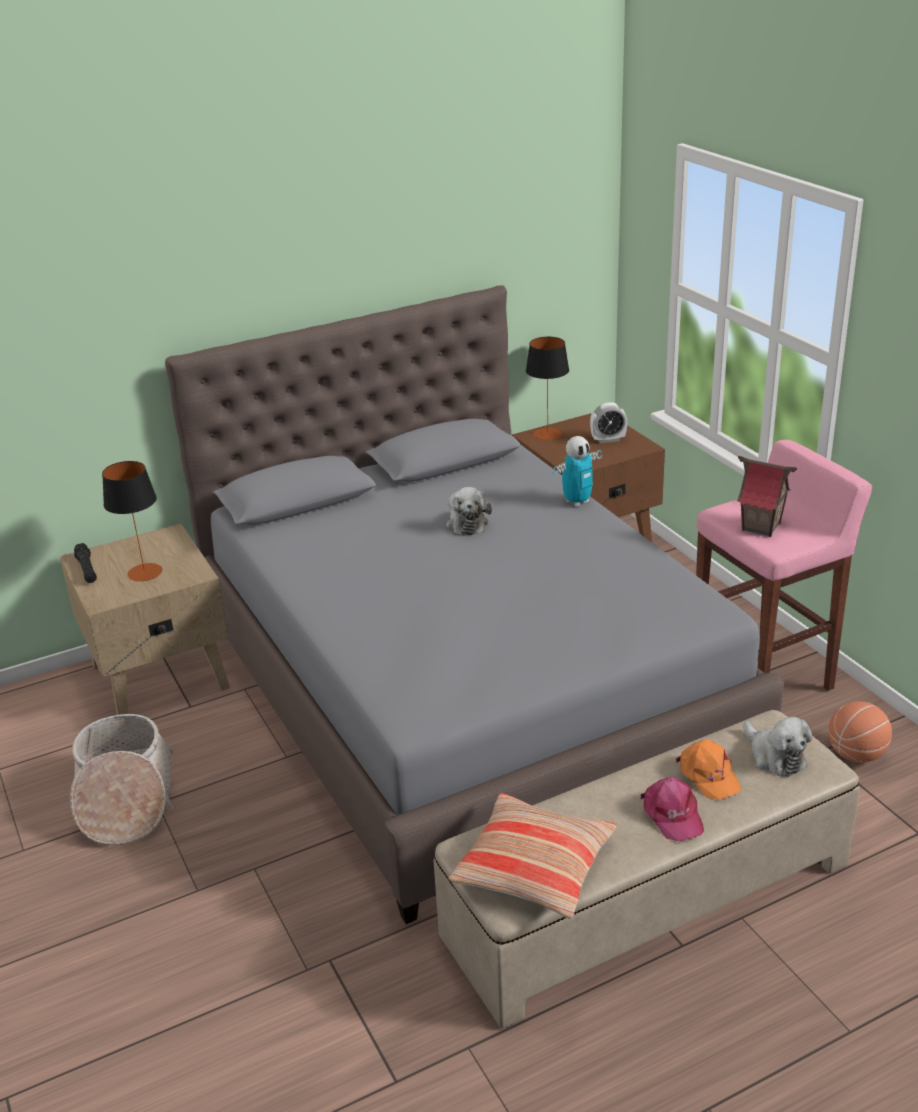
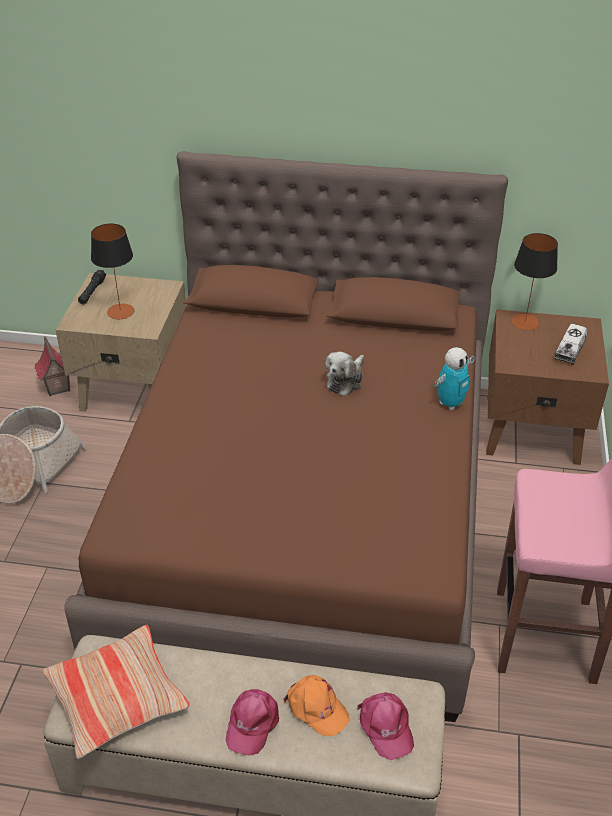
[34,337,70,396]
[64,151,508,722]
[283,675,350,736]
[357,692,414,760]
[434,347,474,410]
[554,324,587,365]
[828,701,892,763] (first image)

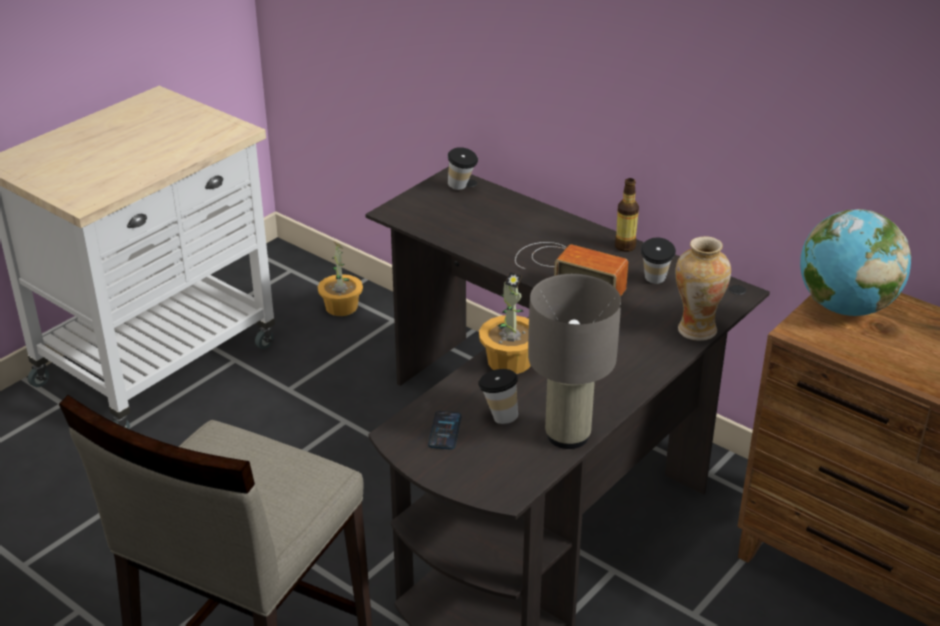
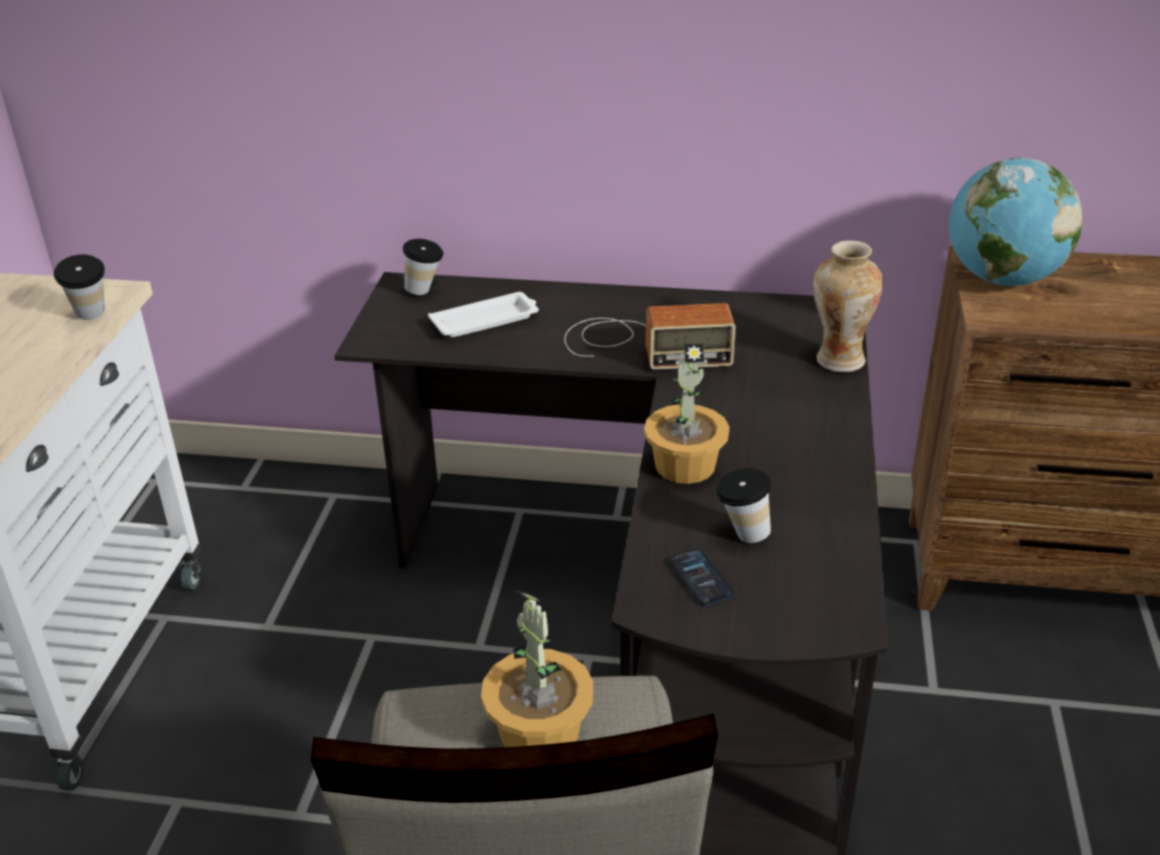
[54,254,105,320]
[428,292,539,337]
[481,591,593,747]
[528,274,621,449] (first image)
[615,178,639,252] (first image)

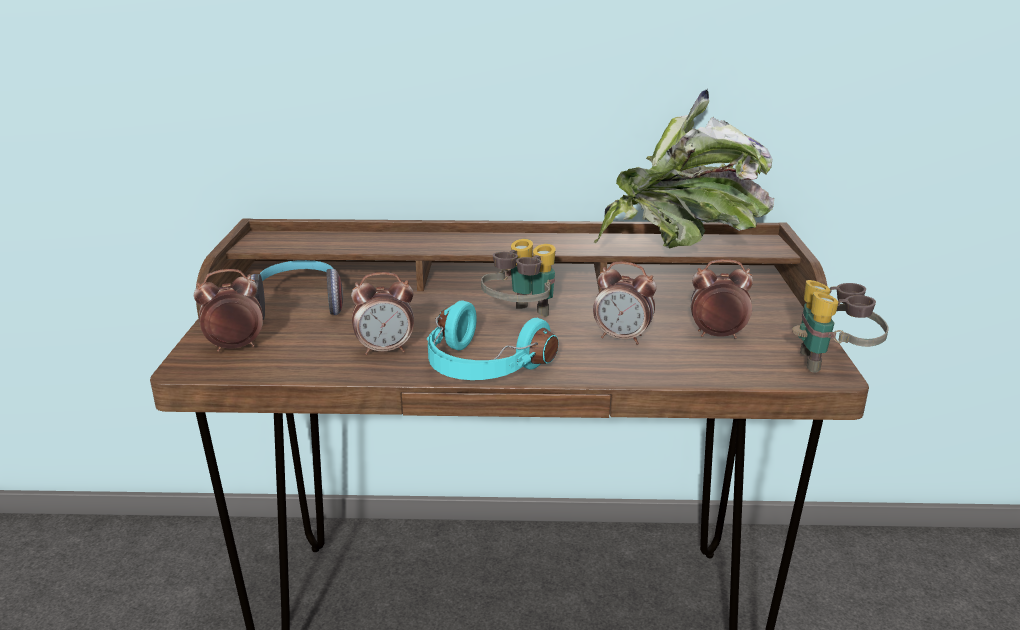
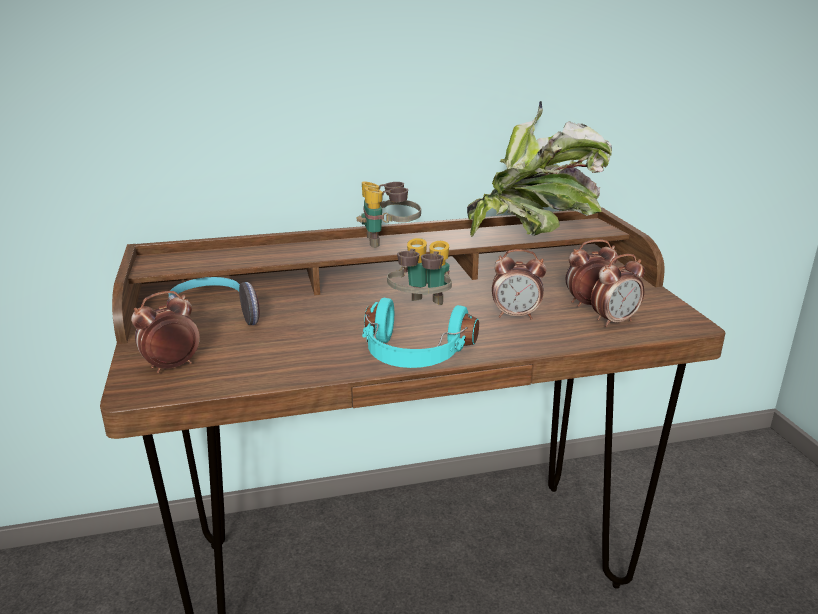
[357,181,421,248]
[591,254,645,327]

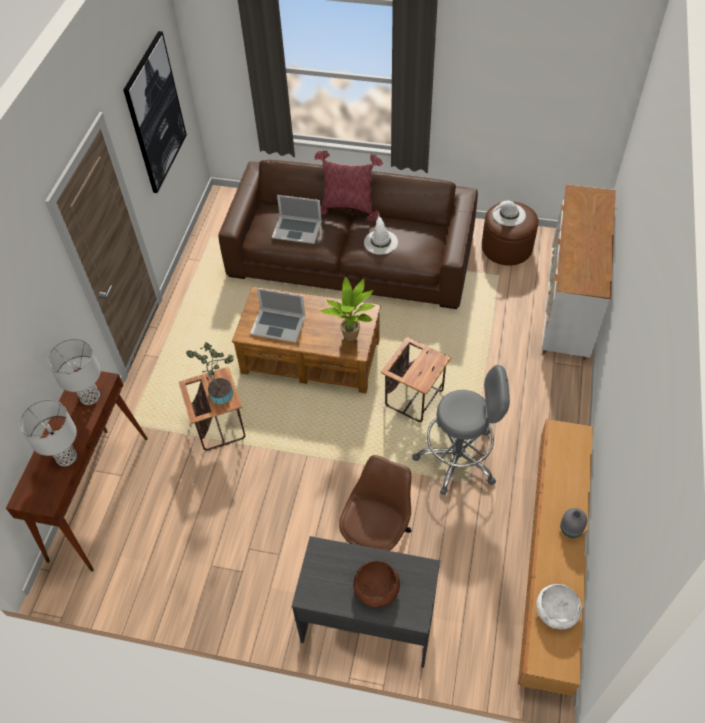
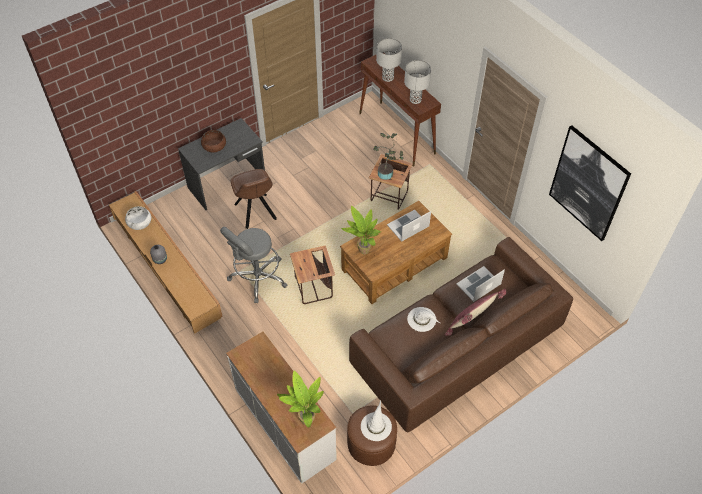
[277,371,324,428]

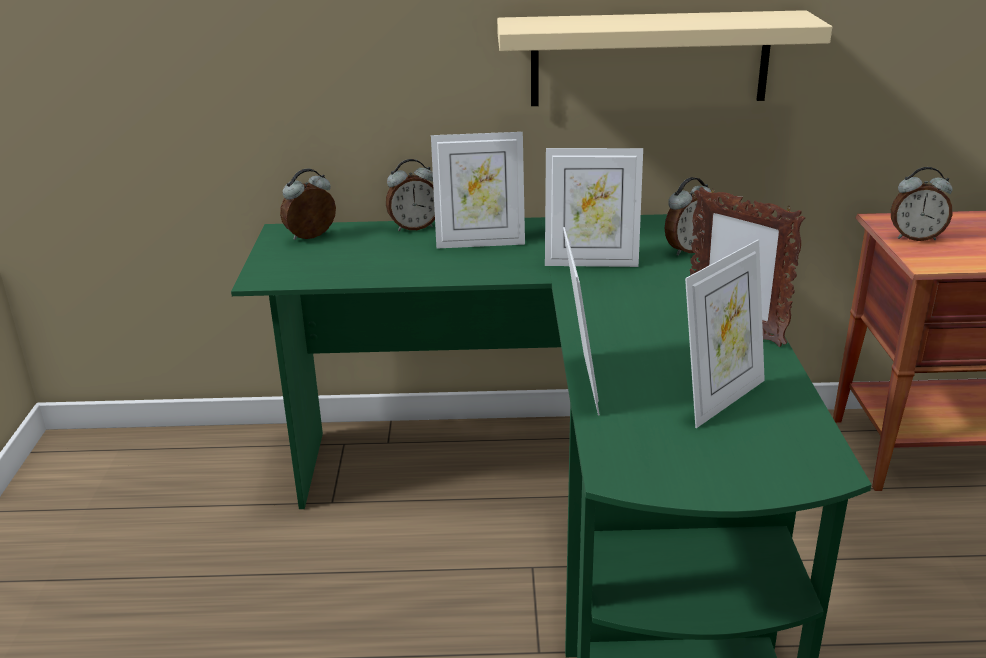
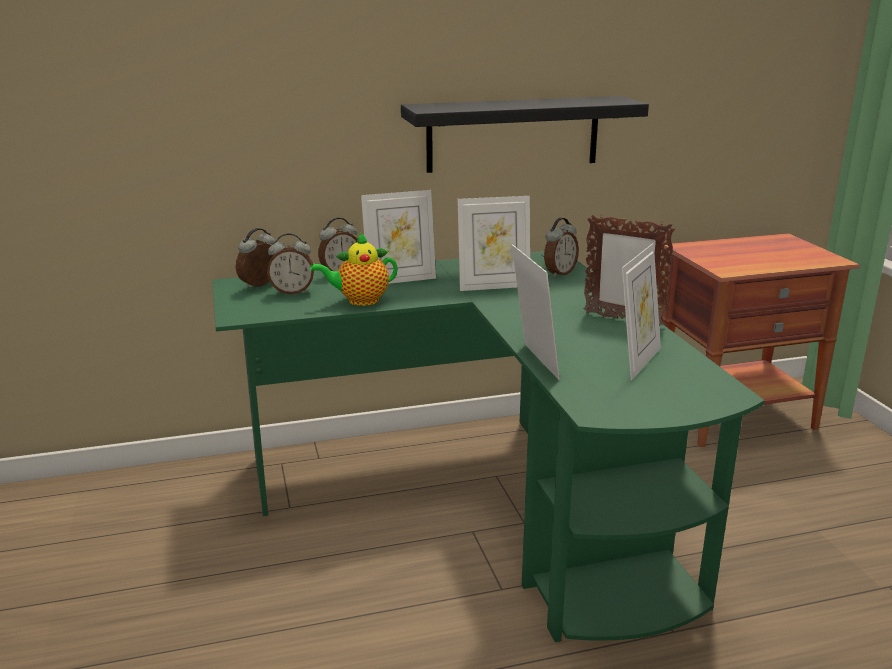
[267,233,314,294]
[310,232,398,306]
[401,96,649,173]

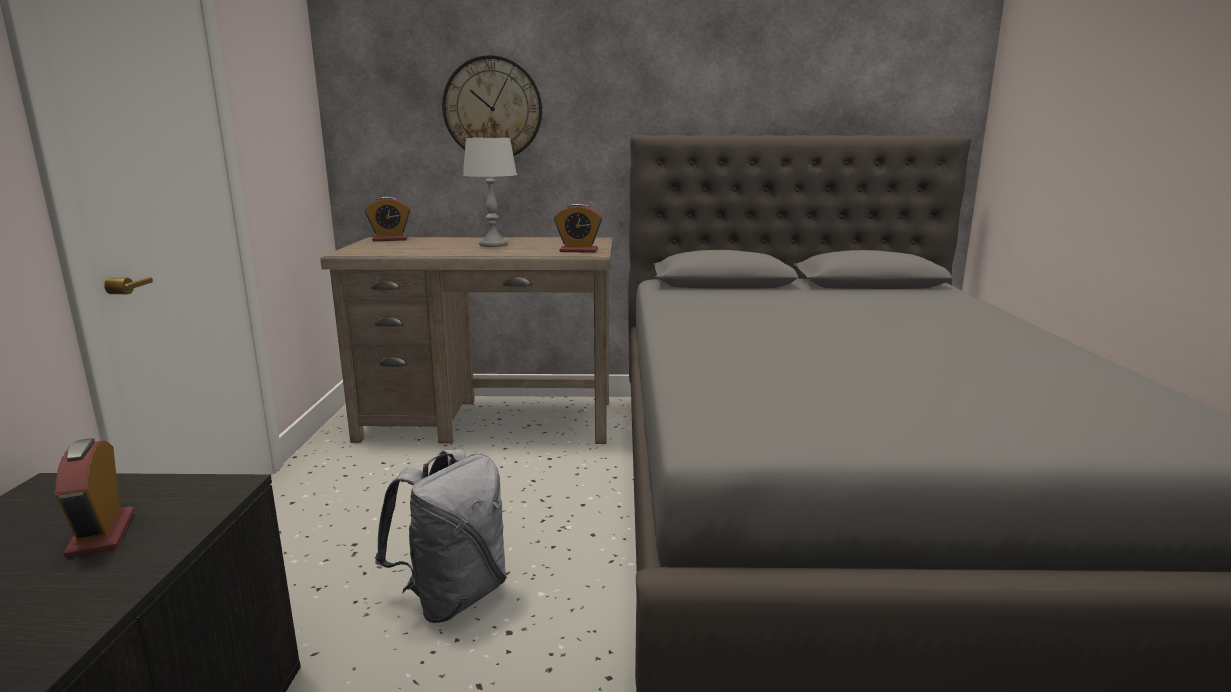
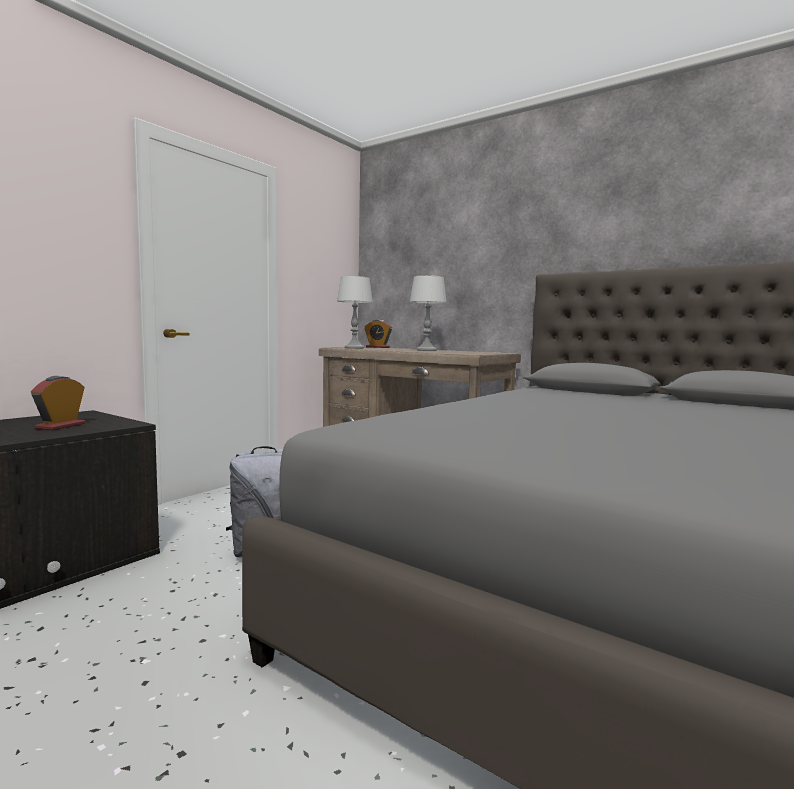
[337,276,373,349]
[442,55,542,156] (first image)
[554,203,603,253] (first image)

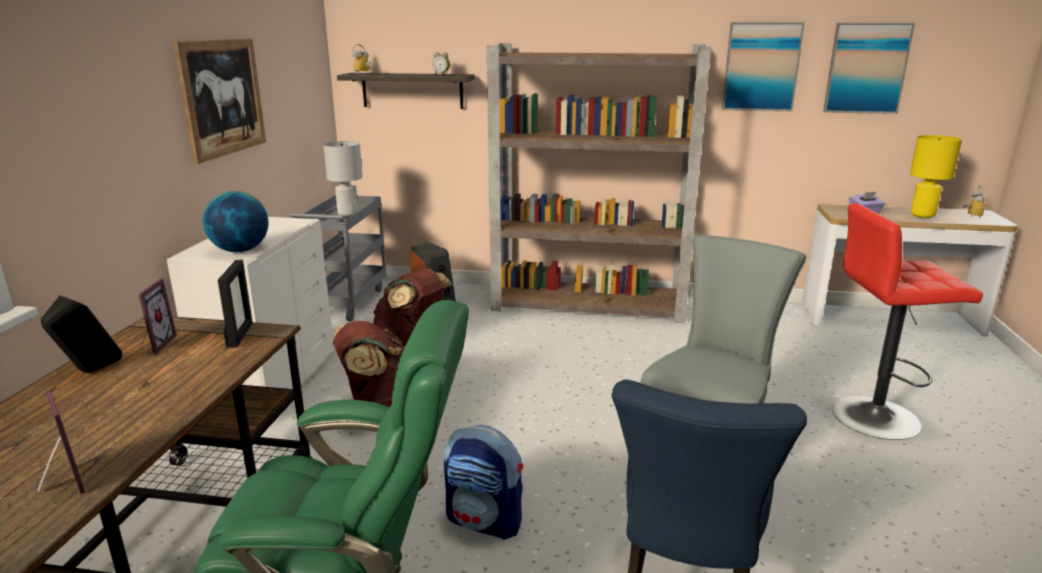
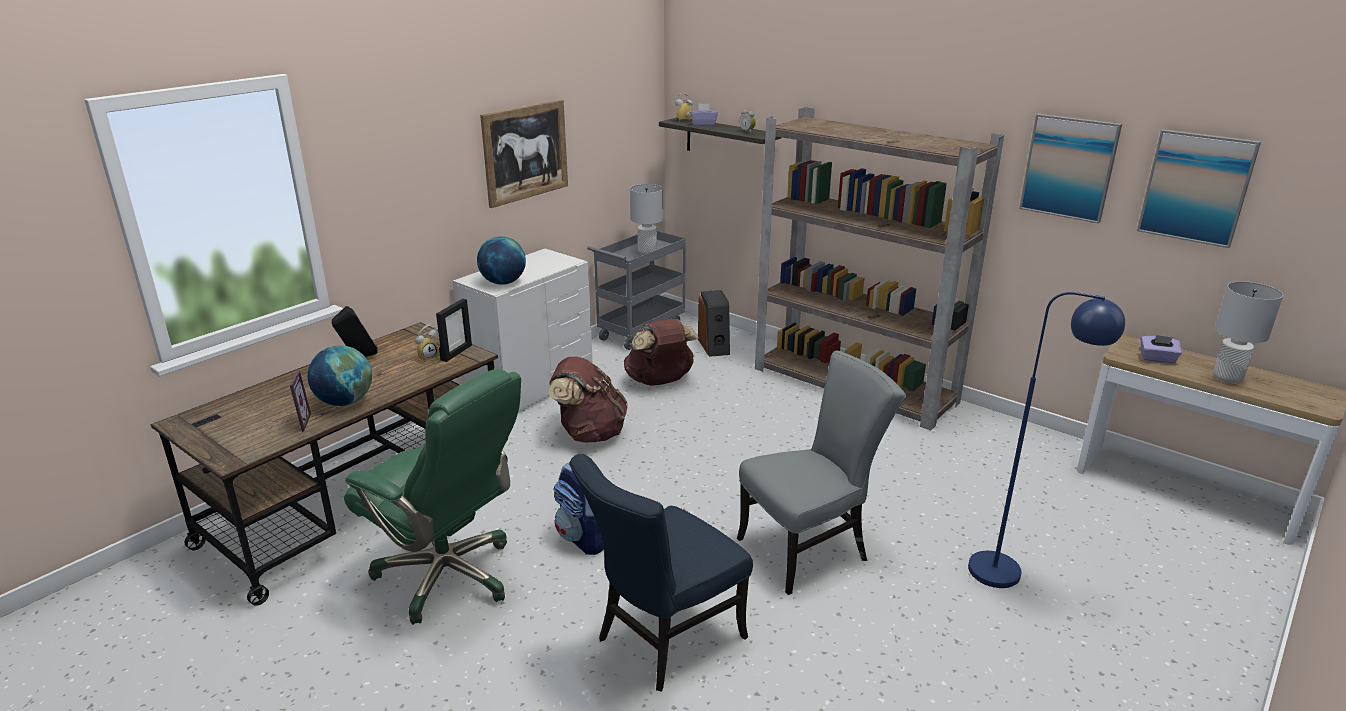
[307,345,372,406]
[415,325,439,362]
[691,103,718,126]
[968,292,1125,588]
[1213,281,1283,383]
[138,278,177,354] (first image)

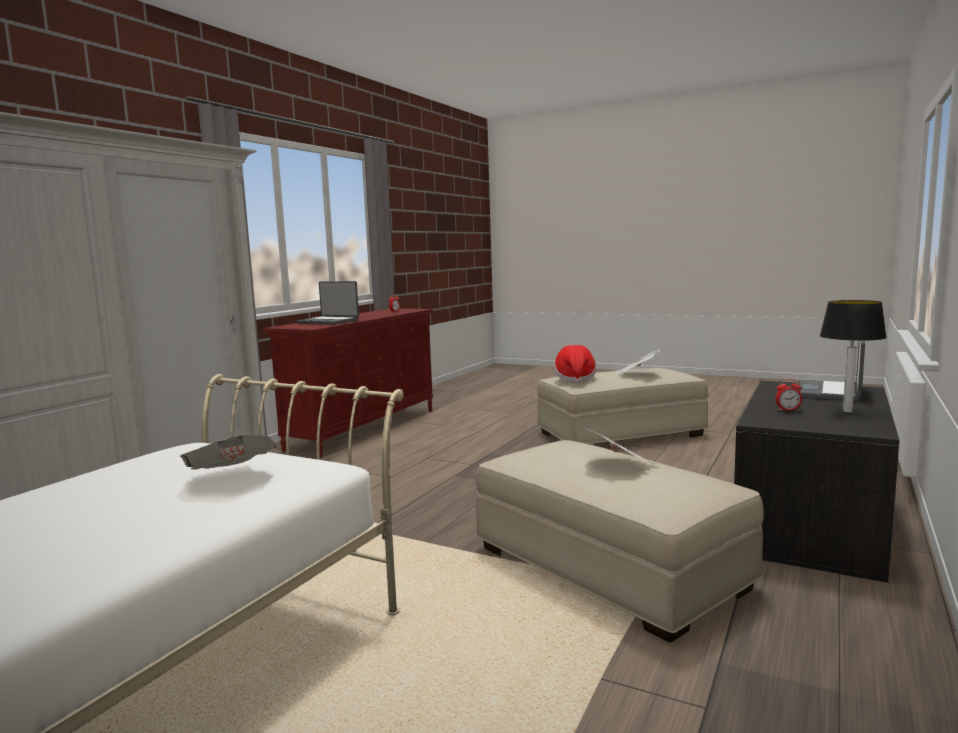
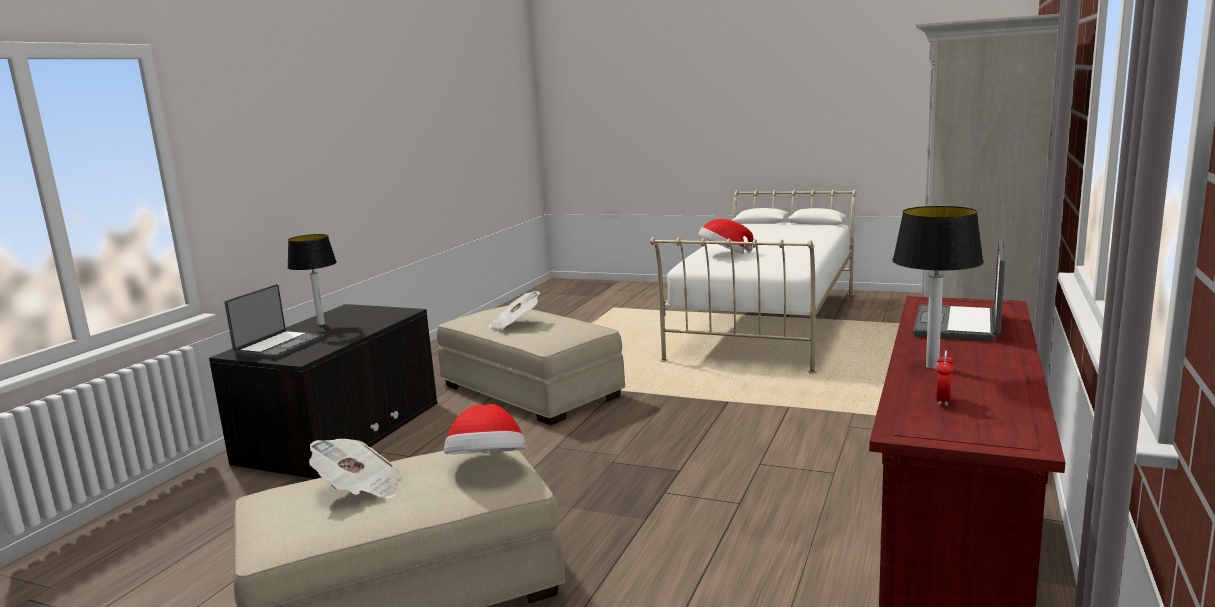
[698,219,753,254]
[892,206,984,369]
[913,240,1005,342]
[776,379,802,411] (first image)

